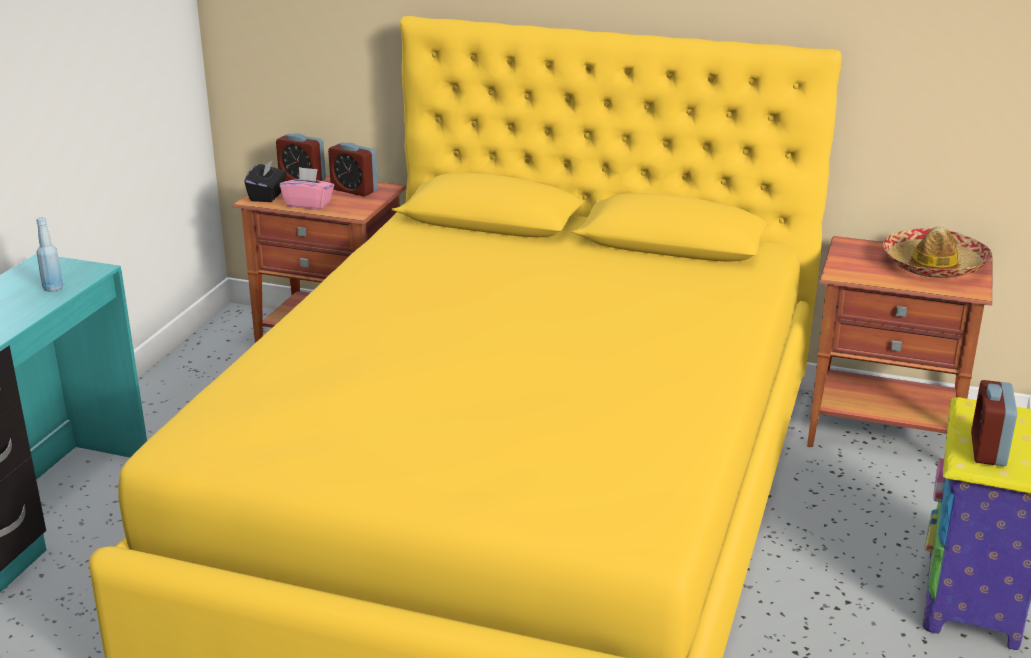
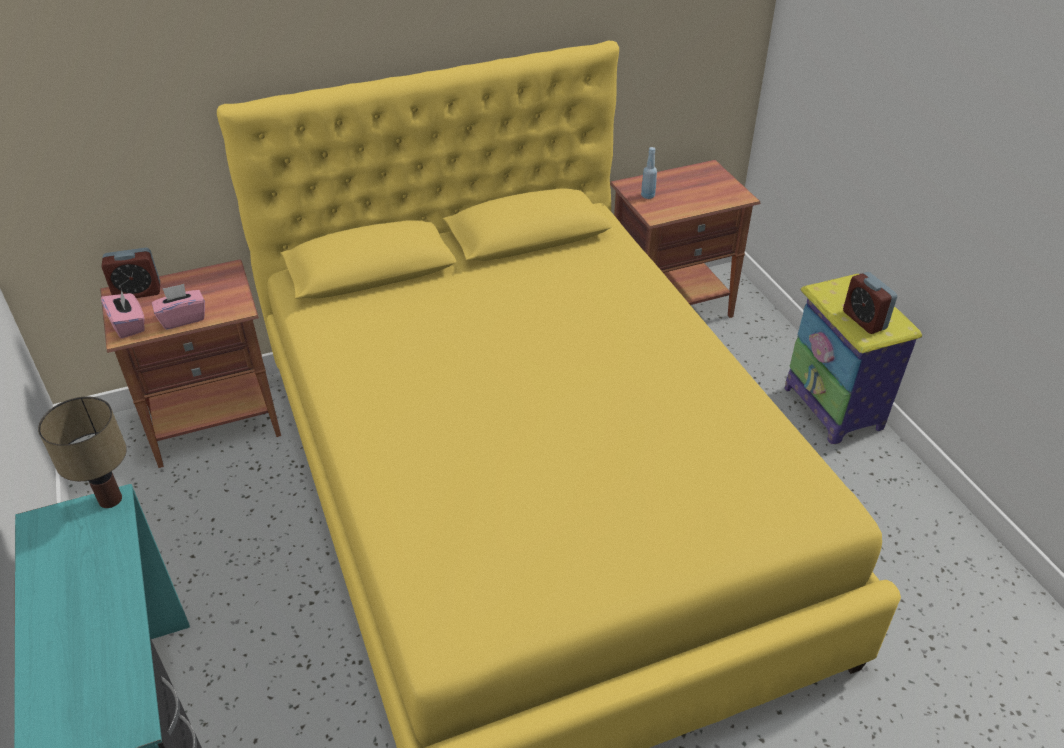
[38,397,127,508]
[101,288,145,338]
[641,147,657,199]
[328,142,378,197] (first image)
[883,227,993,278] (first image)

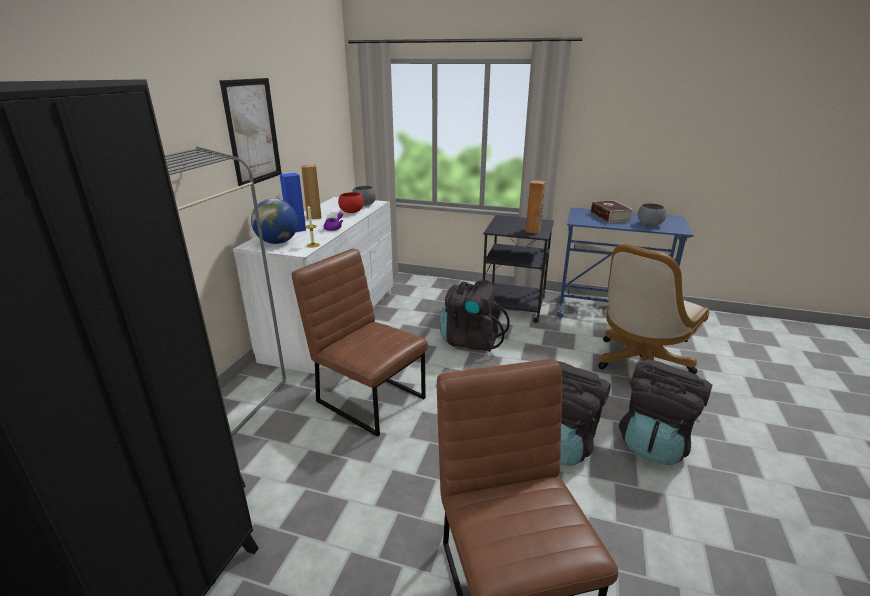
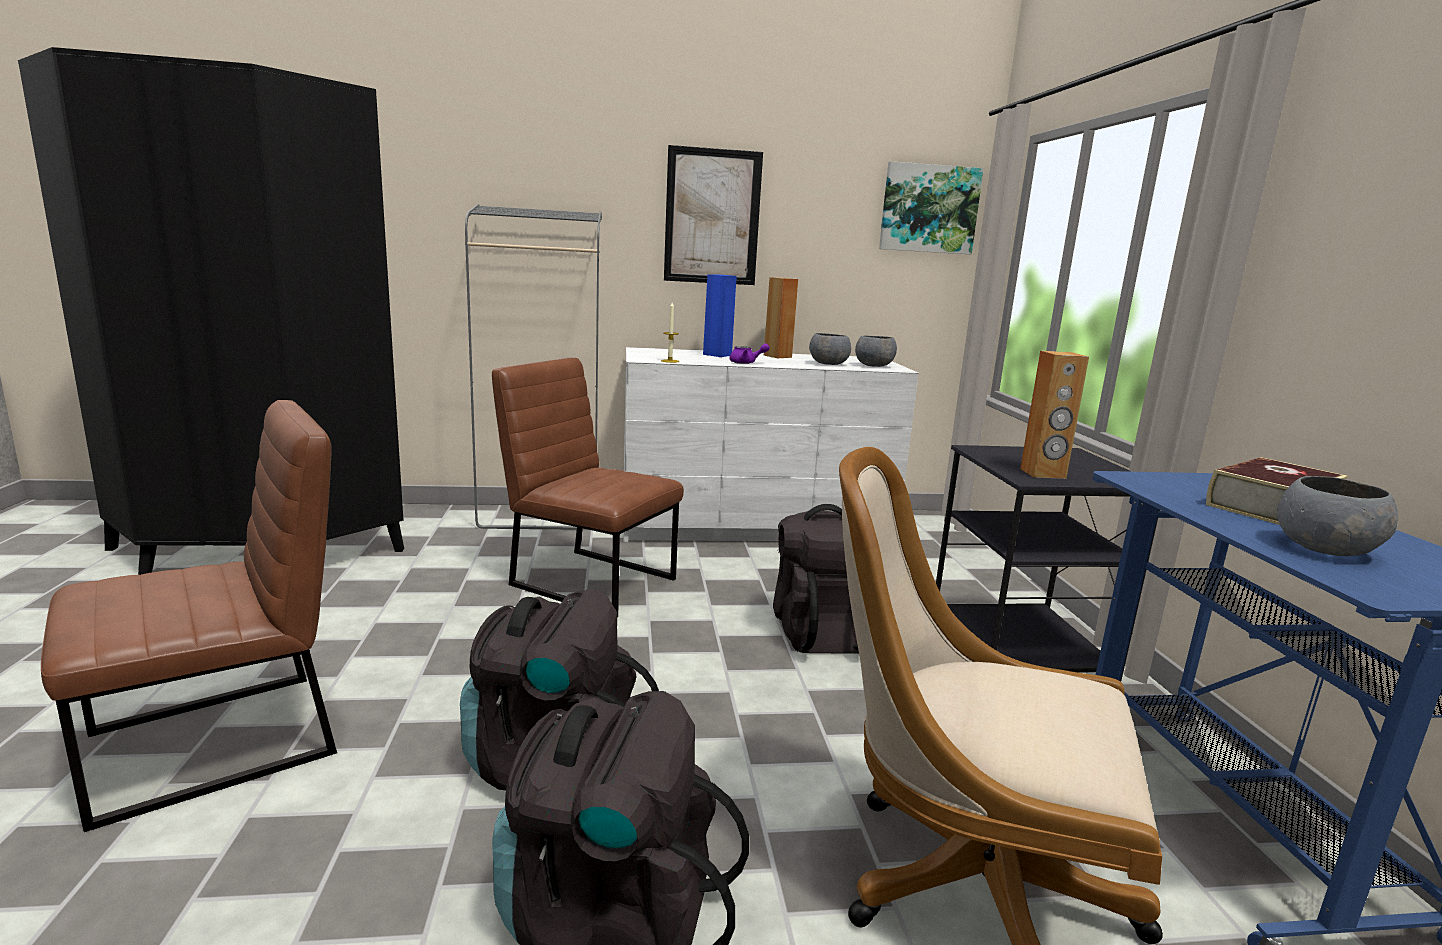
[492,358,684,617]
[809,333,851,365]
[879,161,984,254]
[251,198,298,244] (first image)

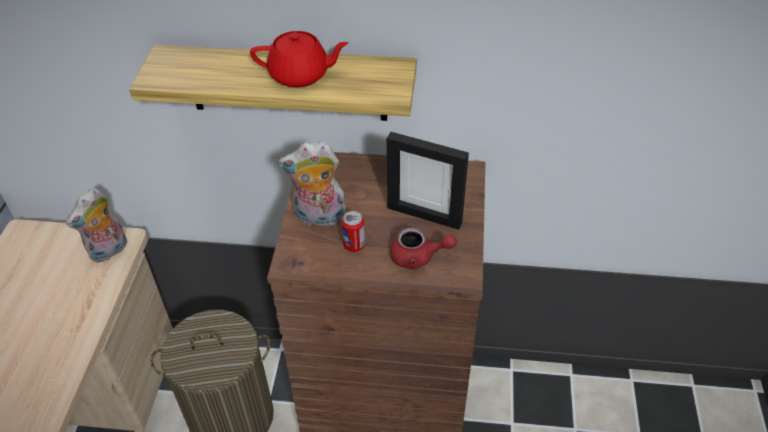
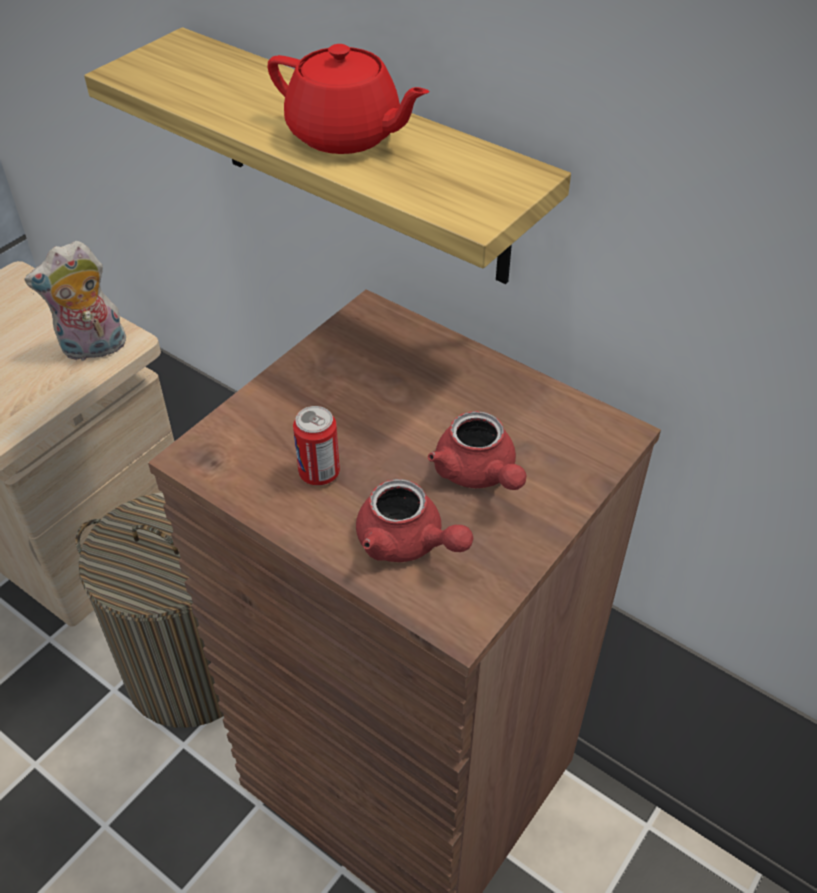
[428,411,527,490]
[278,141,346,230] (first image)

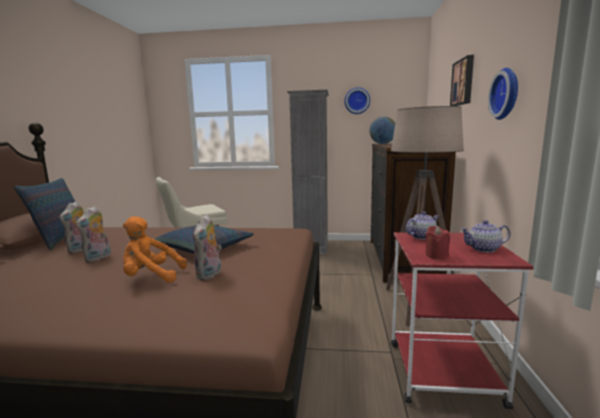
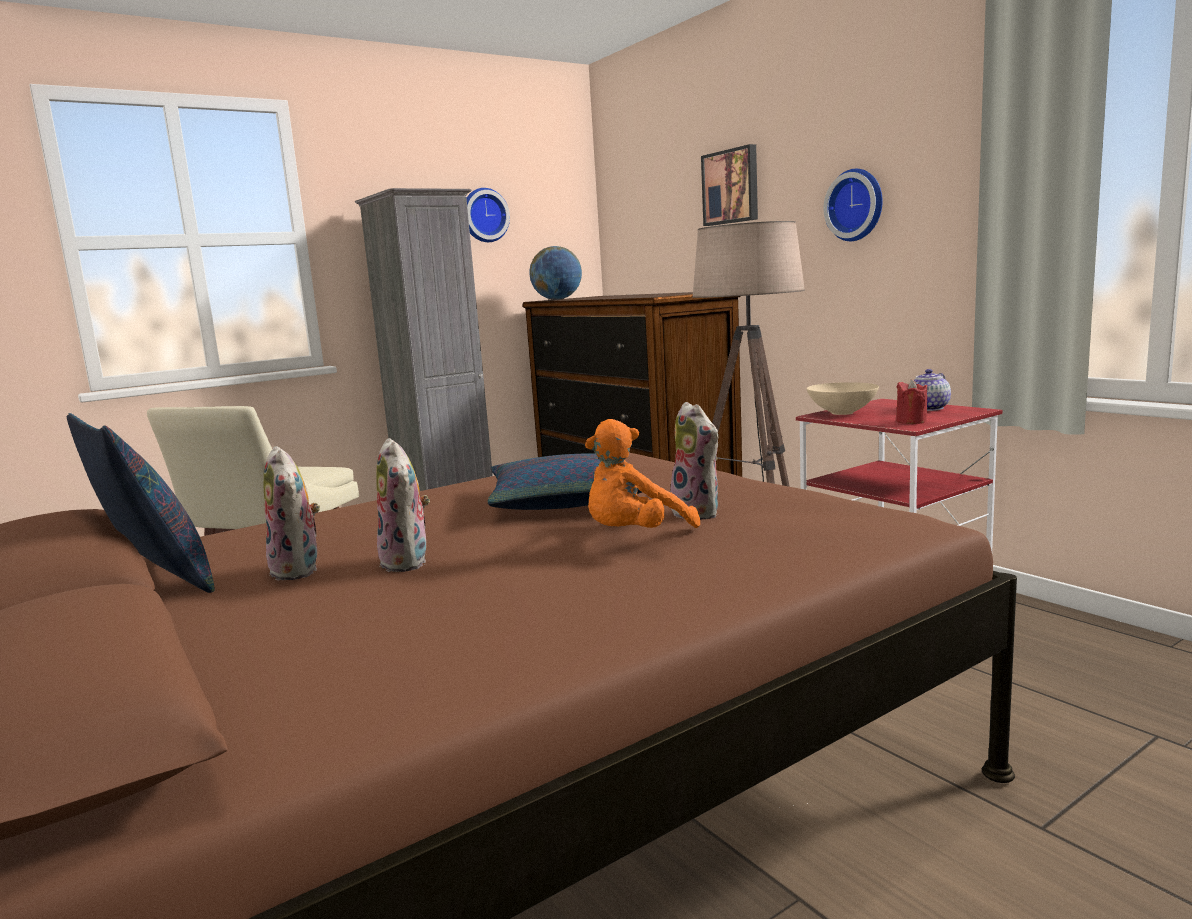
[807,382,879,415]

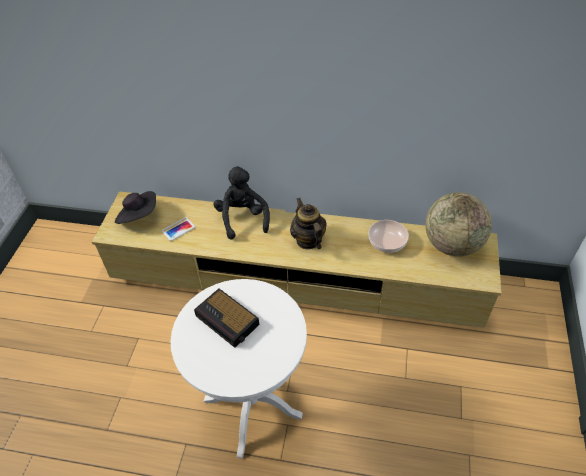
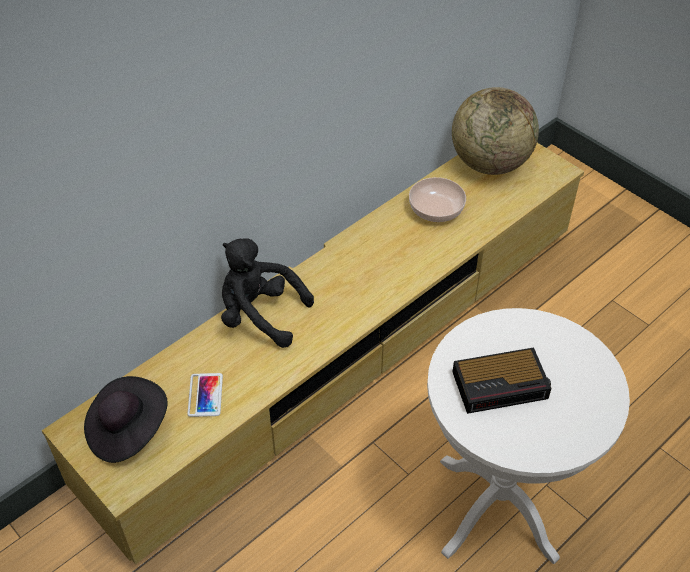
[290,198,327,249] (first image)

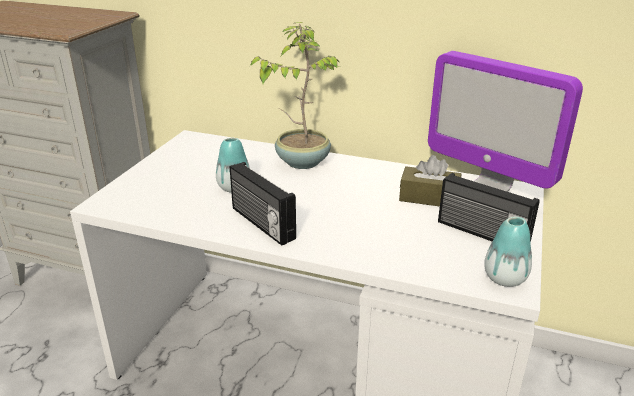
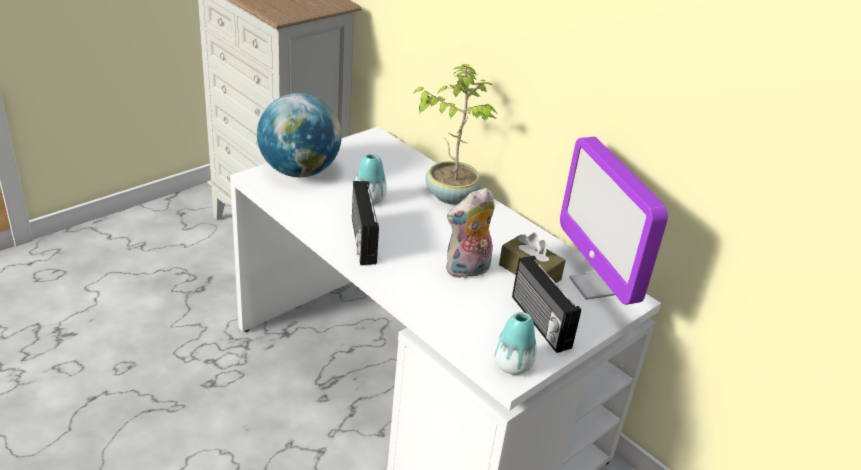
[257,93,342,177]
[446,188,495,279]

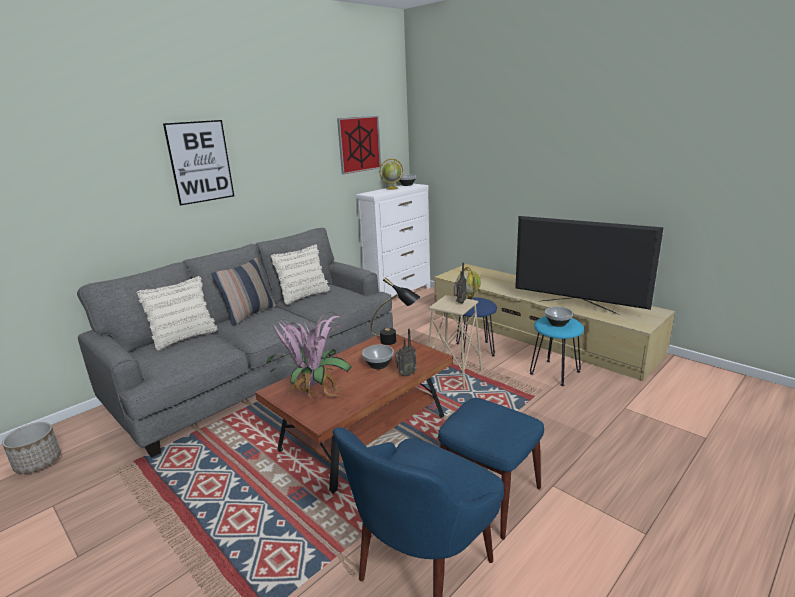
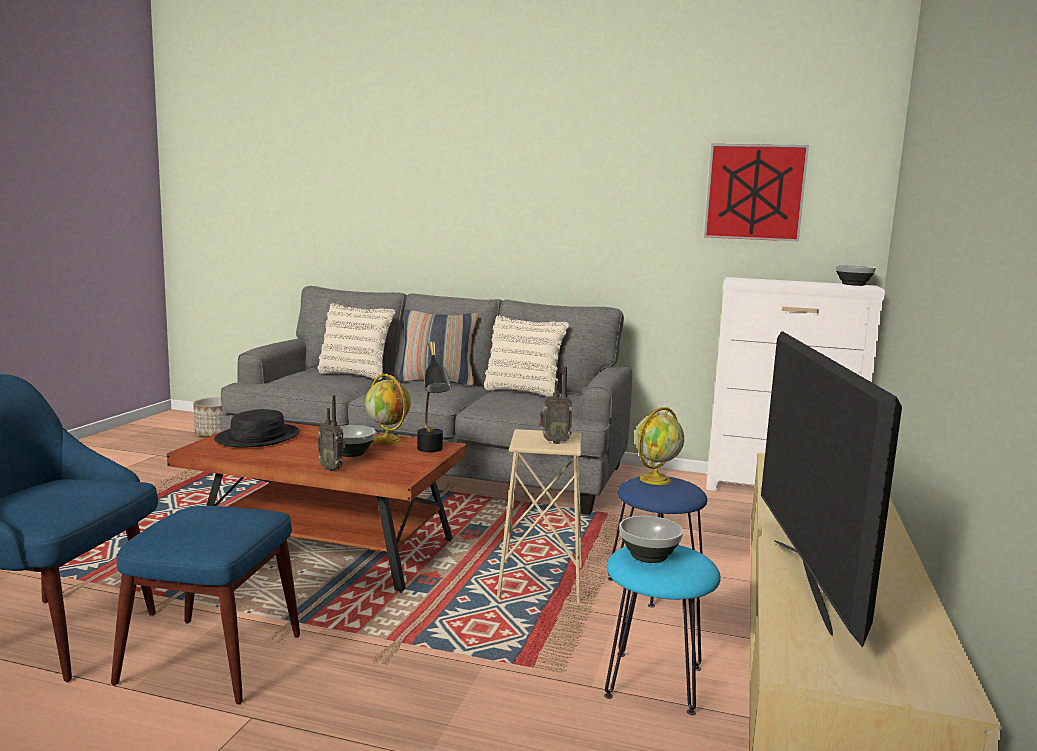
[214,409,300,448]
[365,374,411,445]
[163,120,234,206] (first image)

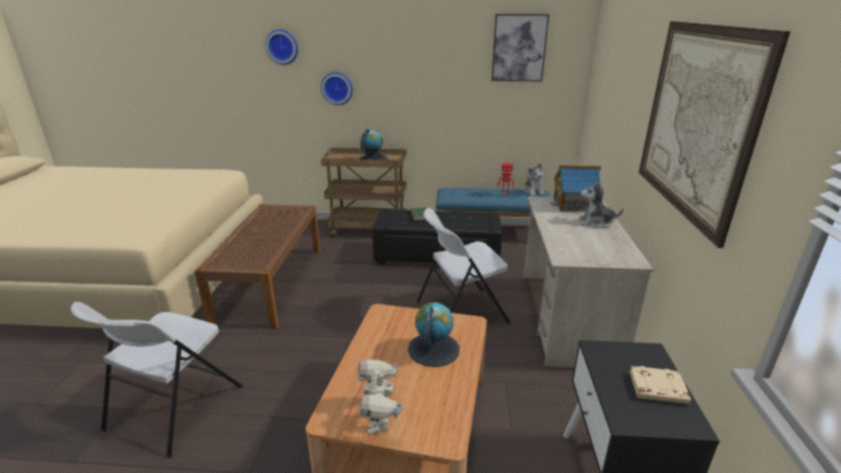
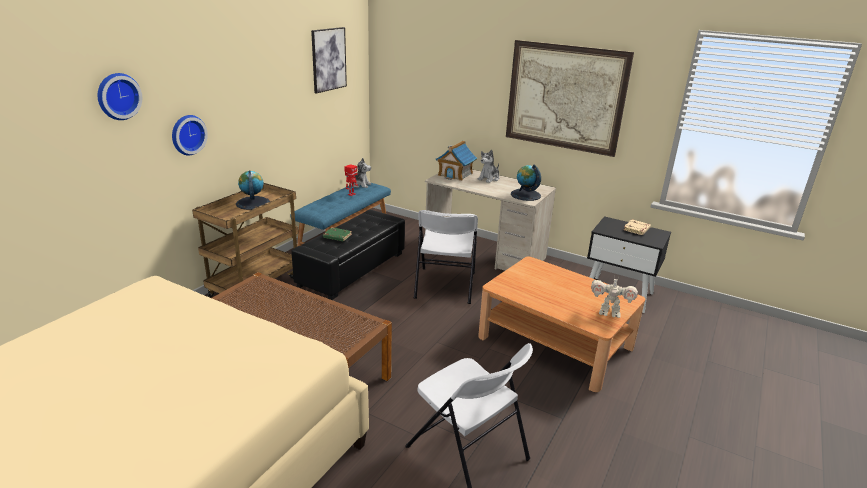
[511,164,541,201]

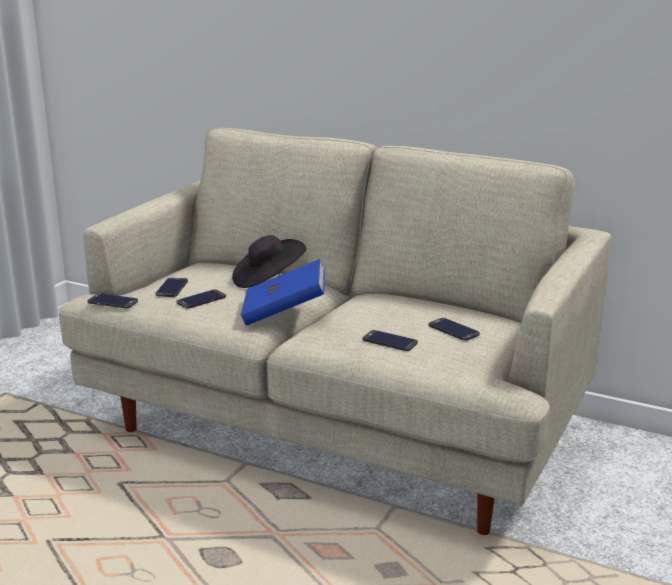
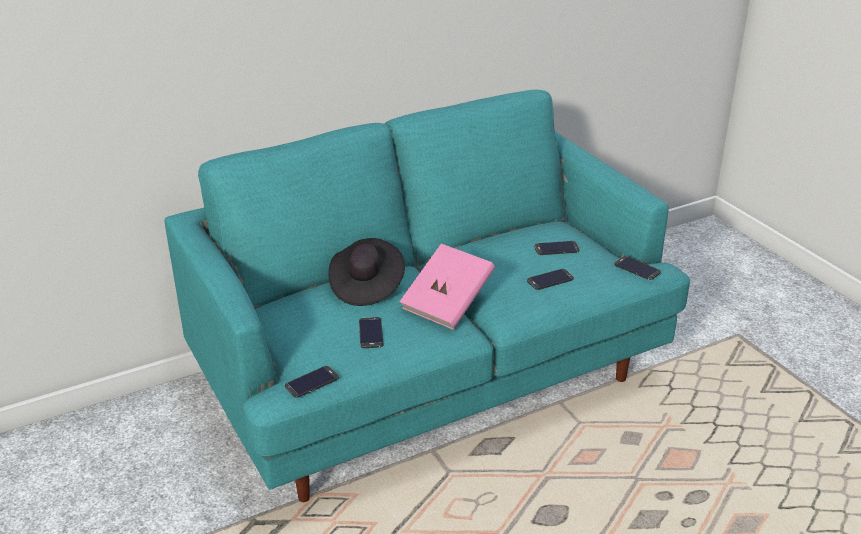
[164,90,690,502]
[399,244,495,329]
[614,256,661,280]

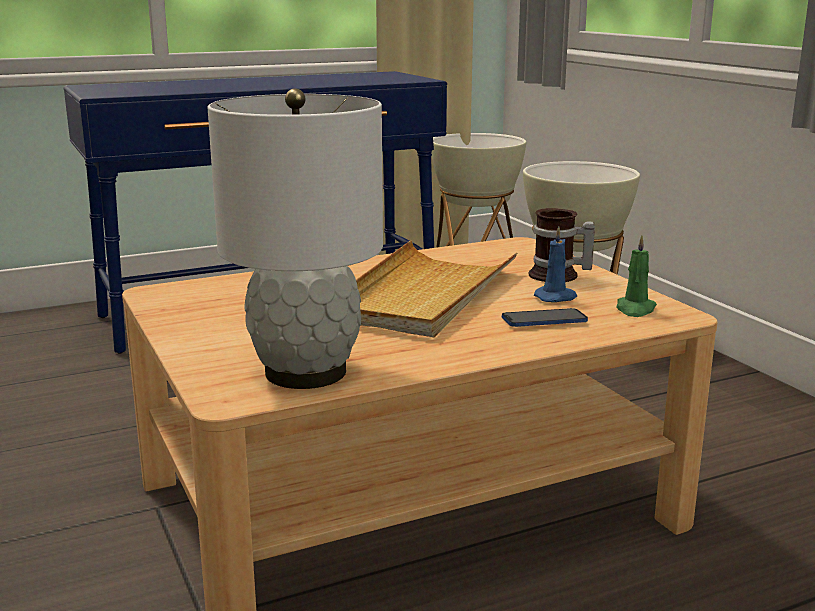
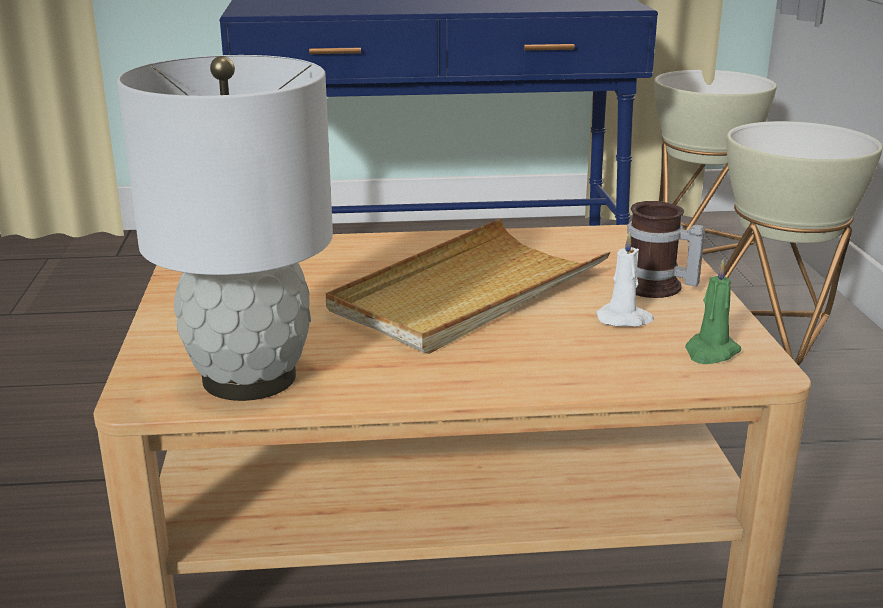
[596,232,654,327]
[502,308,588,327] (first image)

